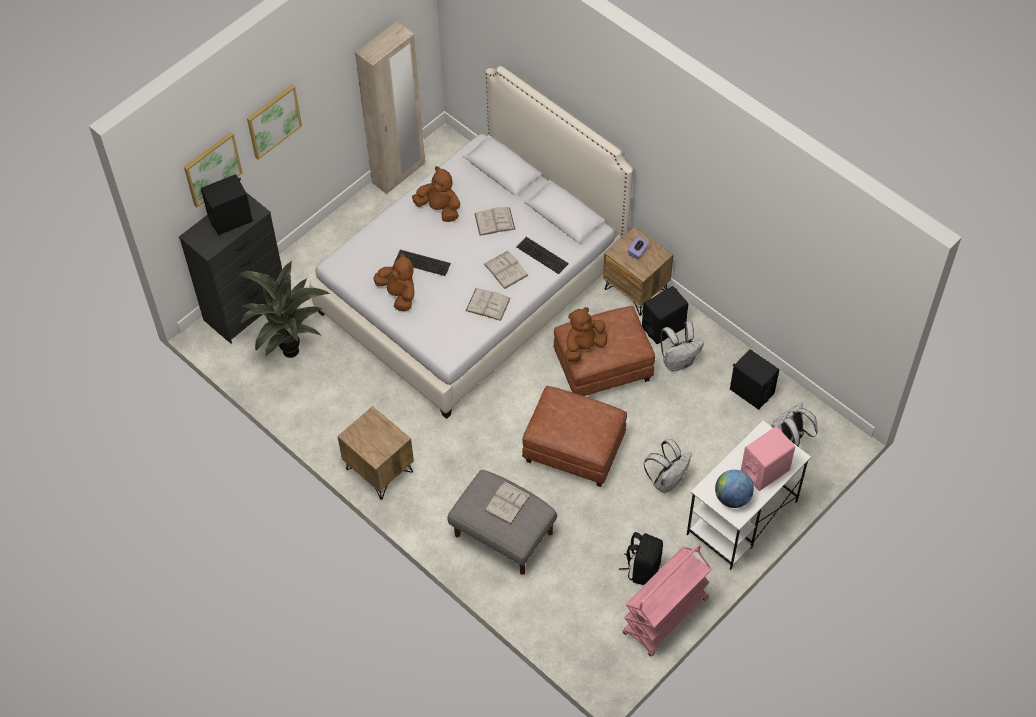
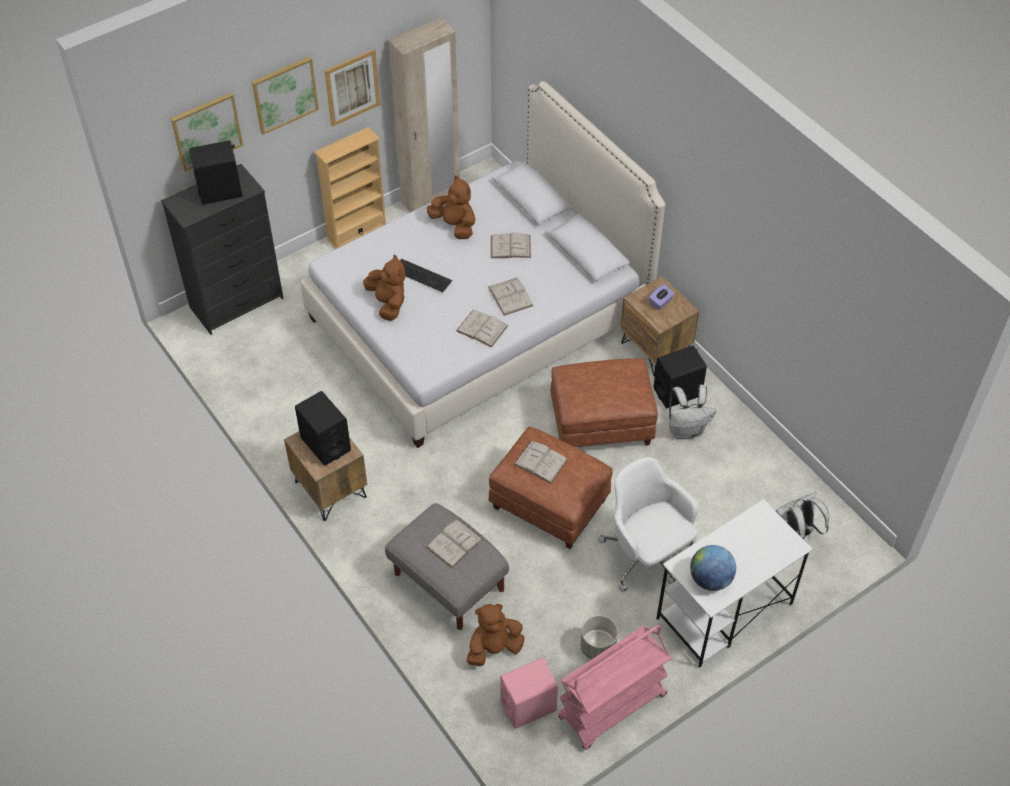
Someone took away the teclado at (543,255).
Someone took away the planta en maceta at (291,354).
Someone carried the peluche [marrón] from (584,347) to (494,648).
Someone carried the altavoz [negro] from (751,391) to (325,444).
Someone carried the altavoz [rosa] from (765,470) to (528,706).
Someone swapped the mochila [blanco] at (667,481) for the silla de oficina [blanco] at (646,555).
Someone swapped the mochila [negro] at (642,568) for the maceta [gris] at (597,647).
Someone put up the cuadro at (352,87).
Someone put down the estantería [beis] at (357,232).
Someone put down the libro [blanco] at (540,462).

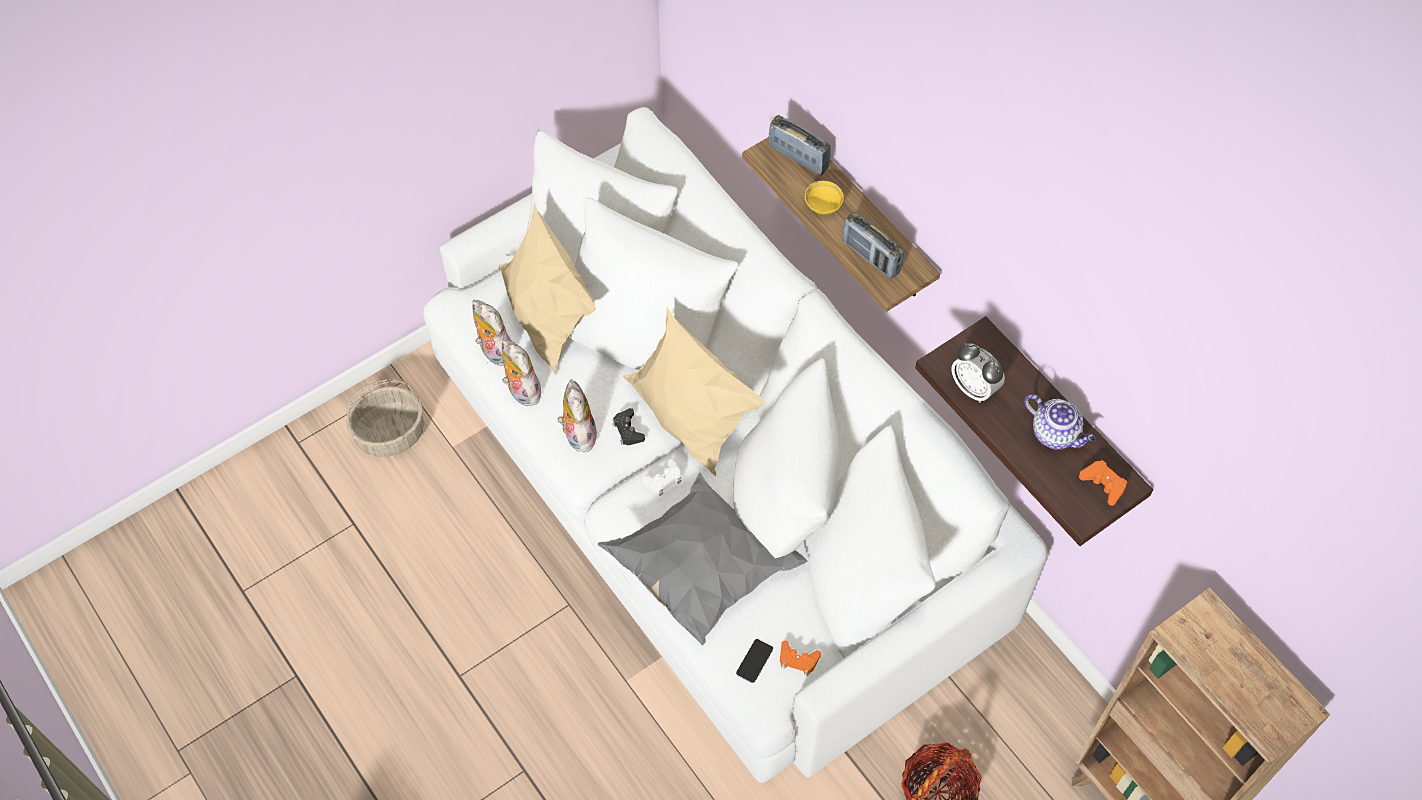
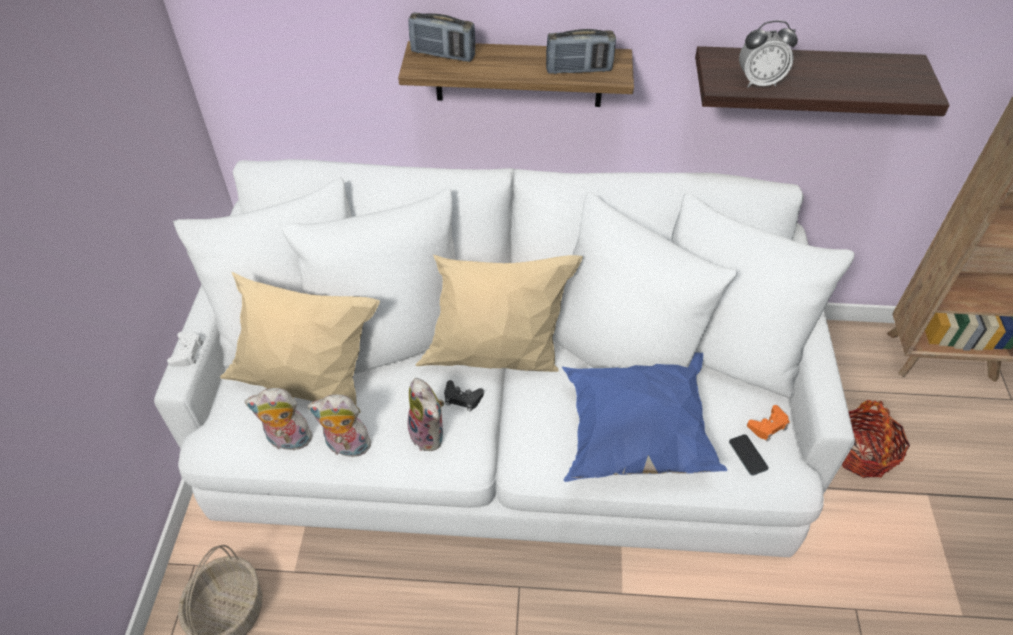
Someone rotated the radio at (798,157) by 150 degrees counterclockwise.
Someone took away the cuenco [amarillo] at (823,204).
Someone rotated the peluche at (578,434) by 150 degrees counterclockwise.
Someone took away the tetera at (1056,434).
Someone carried the mando de consola [blanco] from (663,480) to (187,352).
Someone took away the mando de consola [naranja] at (1103,484).
Someone repainted the cojín [gris] at (699,570), which became the cojín [azul] at (634,436).

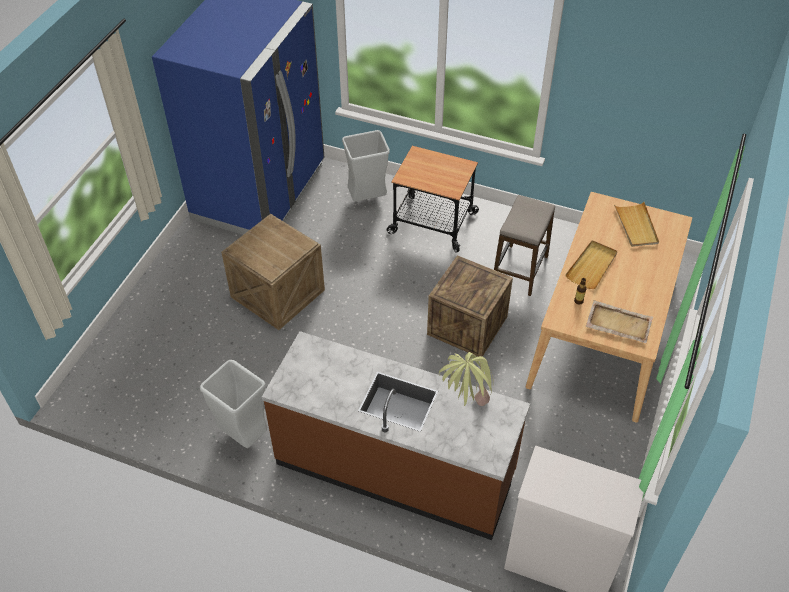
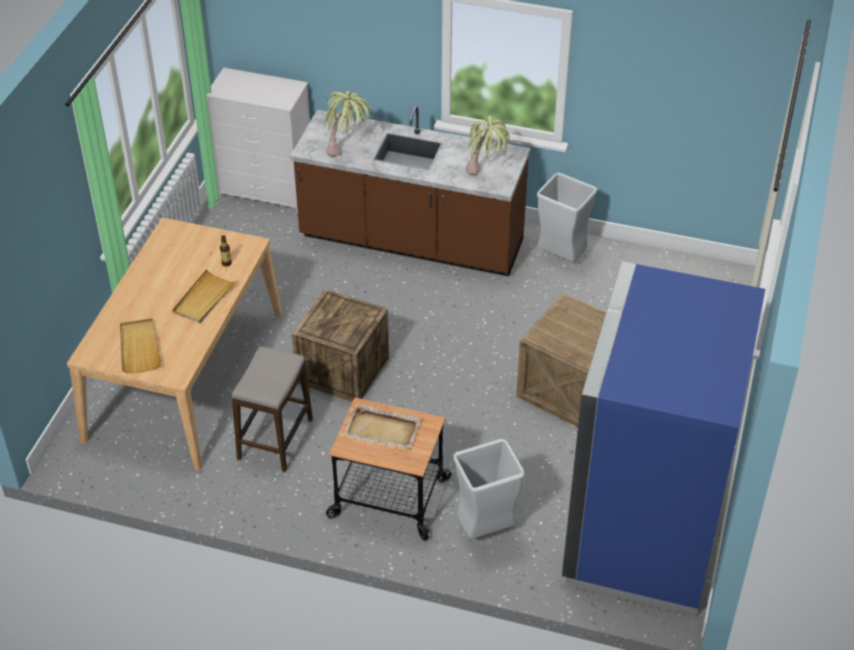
Someone carried the bandeja [beis] from (618,323) to (383,429).
Someone put down the planta en maceta at (487,177).

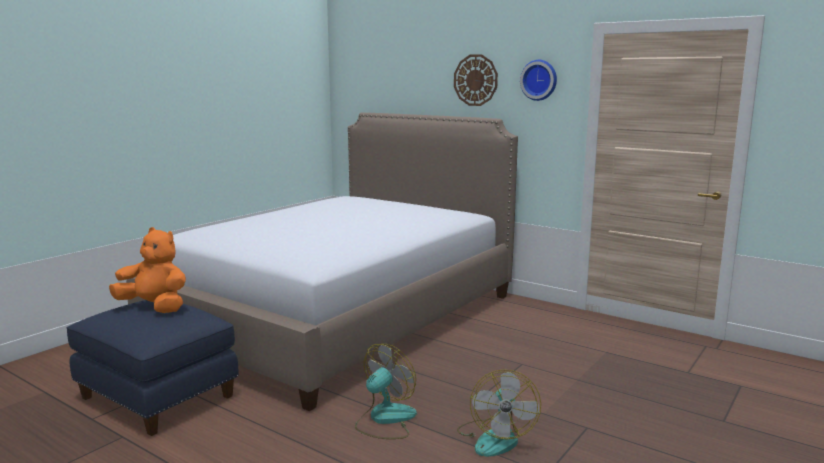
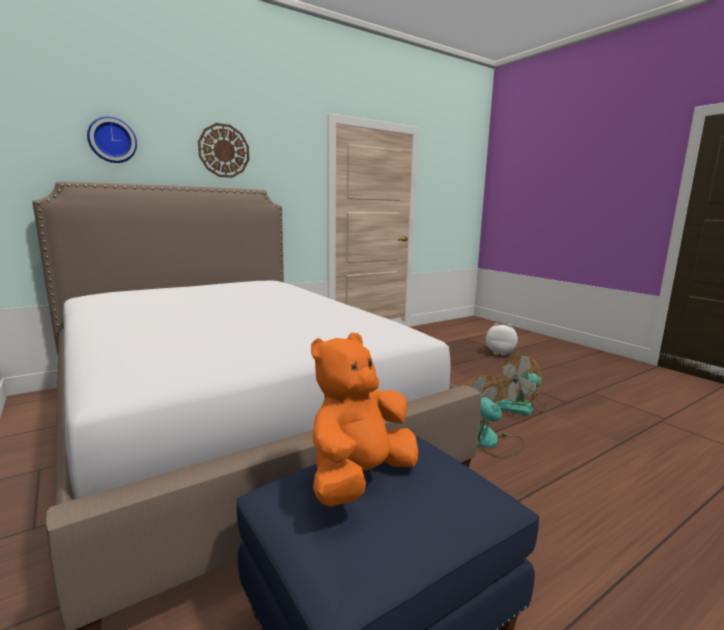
Someone carried the reloj de pared from (539,80) to (112,140).
Someone rotated the ventilador at (495,438) by 135 degrees clockwise.
Someone put down the peluche at (499,353).

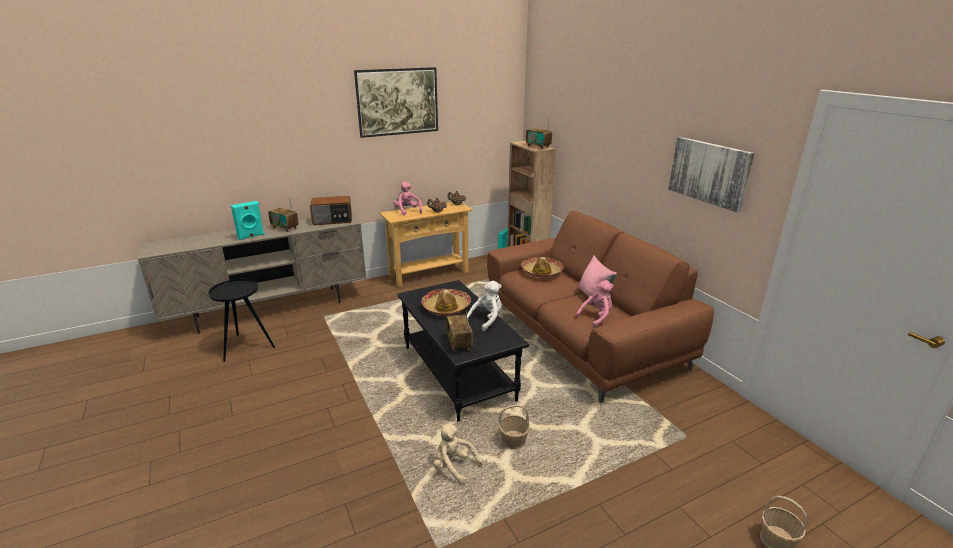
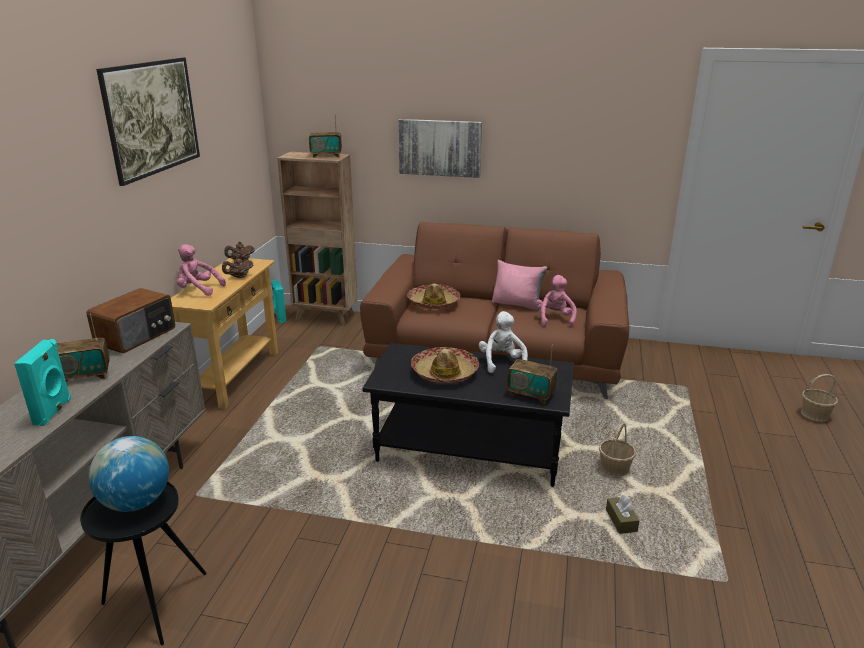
Someone carried the cuadro from (709,172) to (440,148).
Someone swapped the peluche [beis] at (454,467) for the caja de pañuelos [marrón] at (621,521).
Someone put down the globo terráqueo at (136,502).

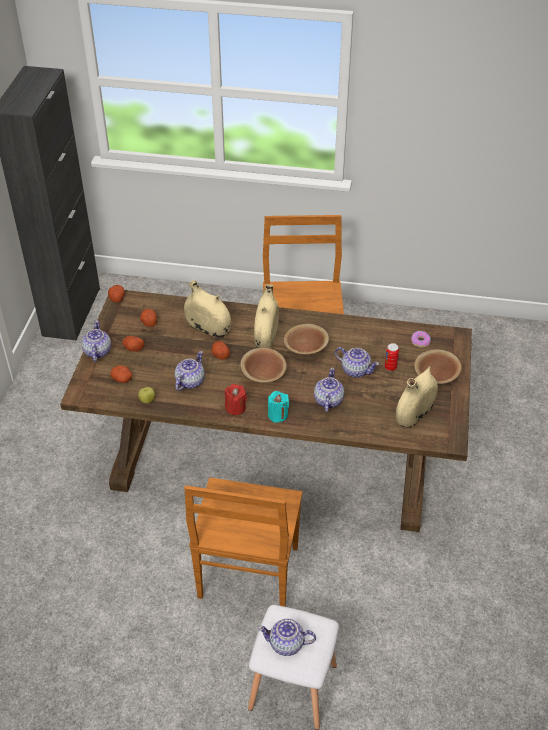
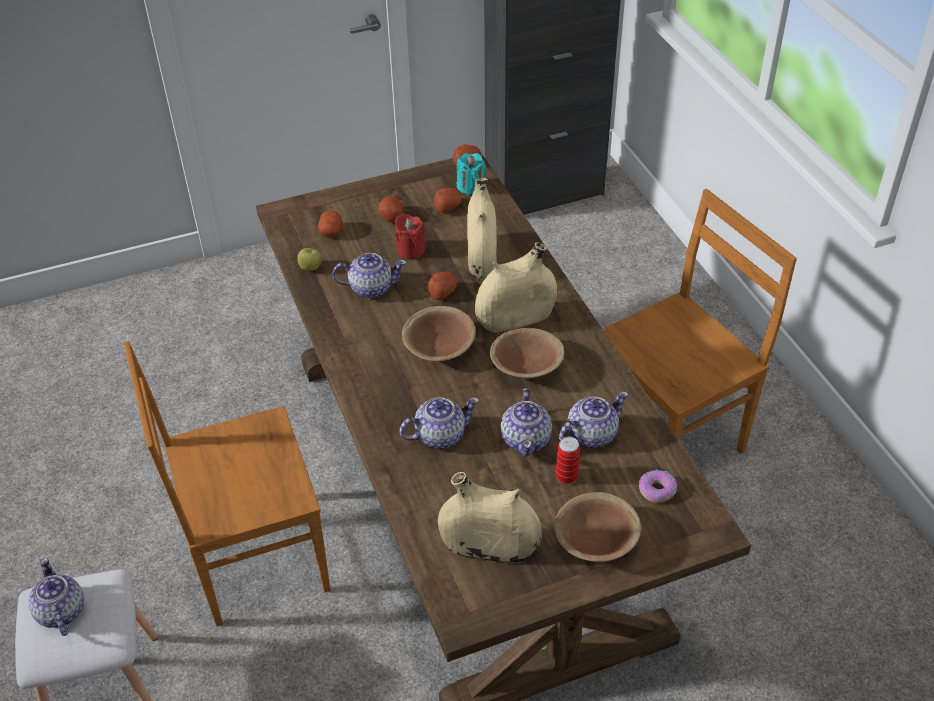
Someone carried the tetera from (97,352) to (591,435).
Someone carried the vela [rojo] from (235,408) to (410,250).
Someone carried the vela [turquesa] from (278,415) to (470,187).

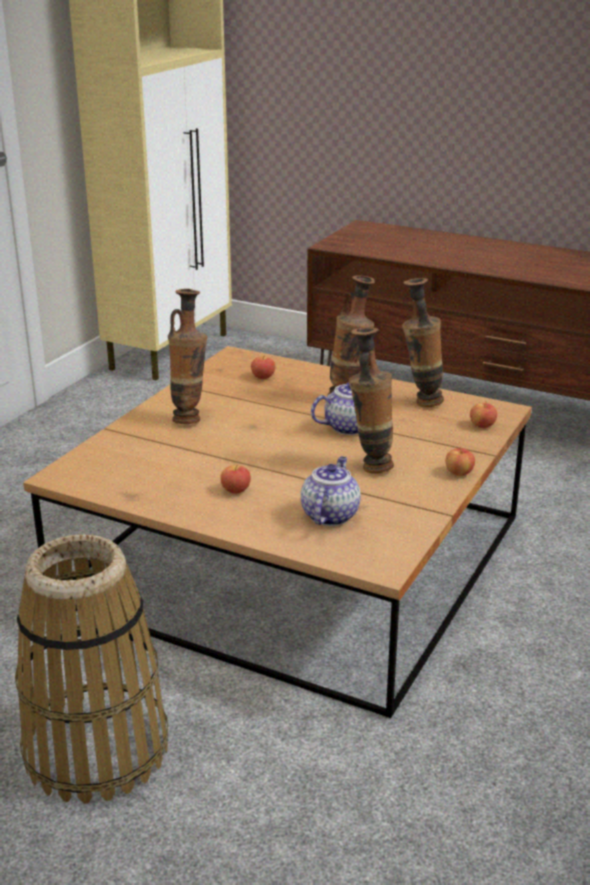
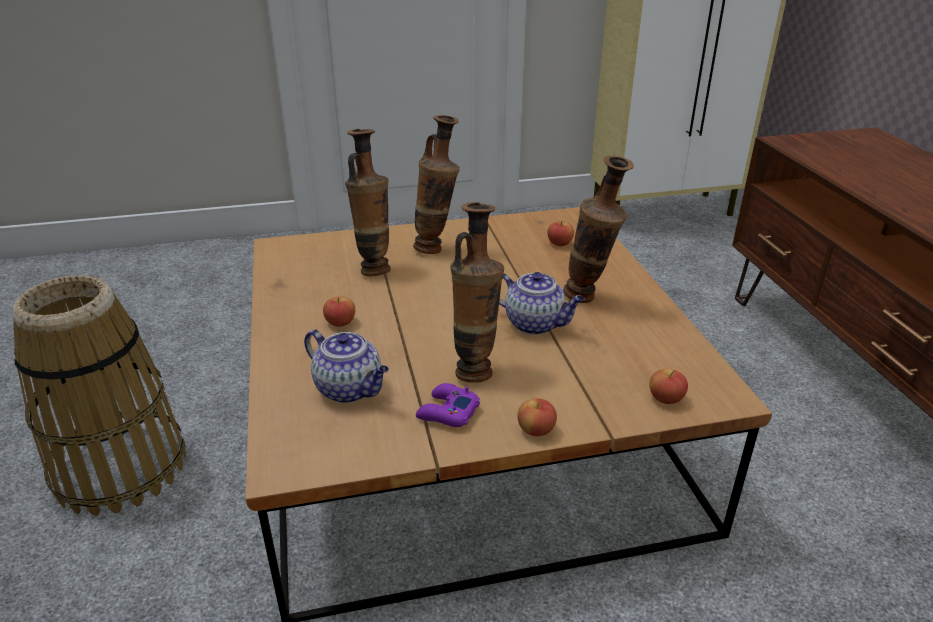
Someone carried the florero from (420,402) to (374,268).
Someone rotated the tetera at (329,515) by 60 degrees clockwise.
Someone put down the mando de consola [morado] at (447,412).

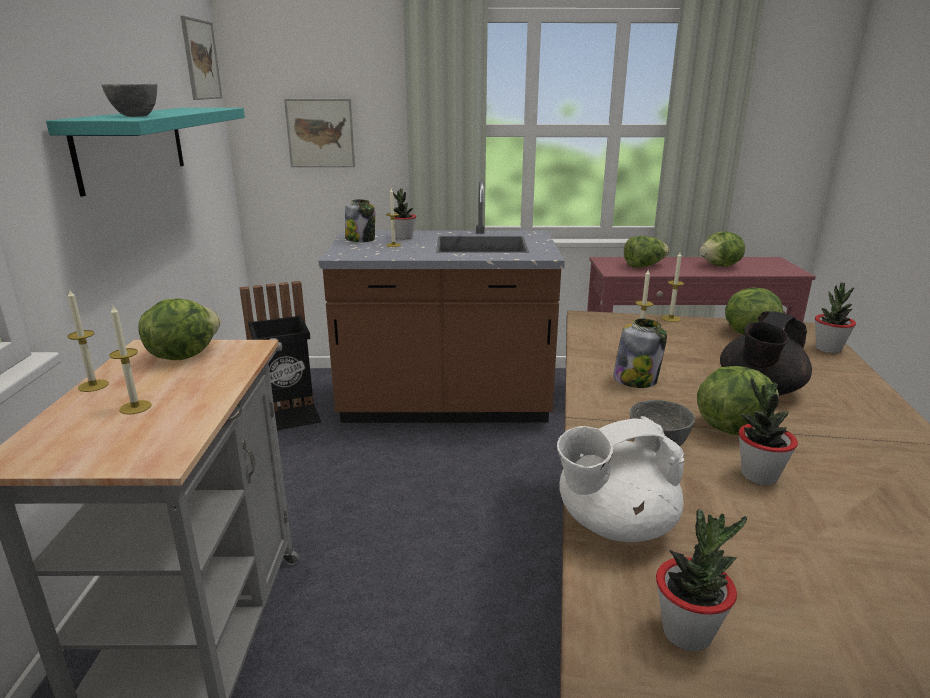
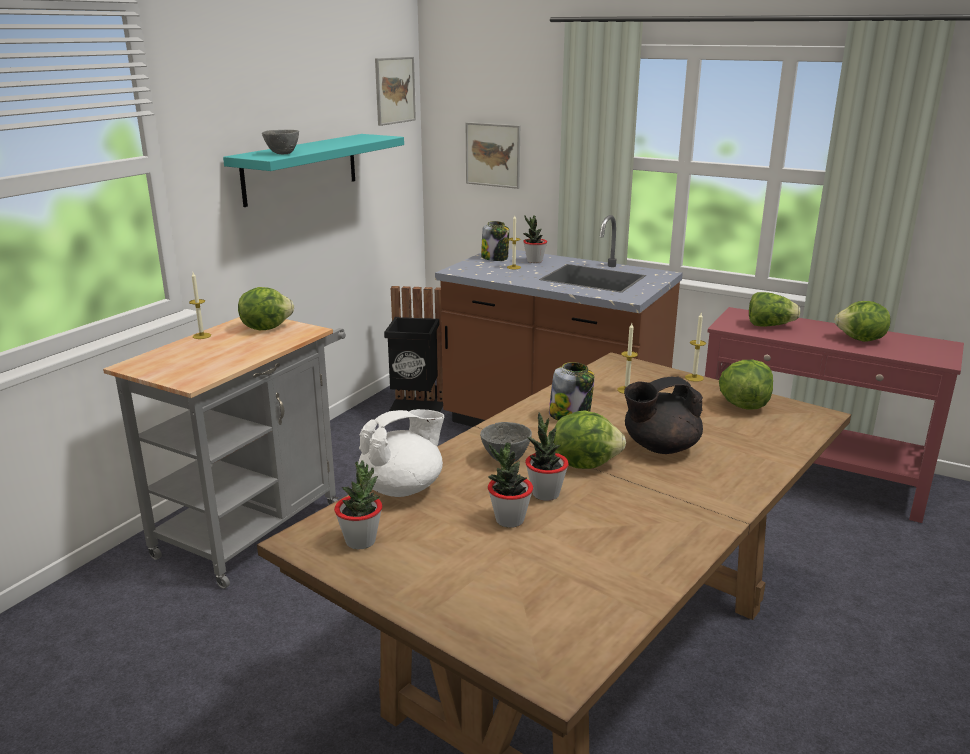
Someone carried the planta en maceta from (828,349) to (509,520).
Someone took away the vela at (135,407).
Someone rotated the tetera [blanco] at (613,525) by 135 degrees clockwise.

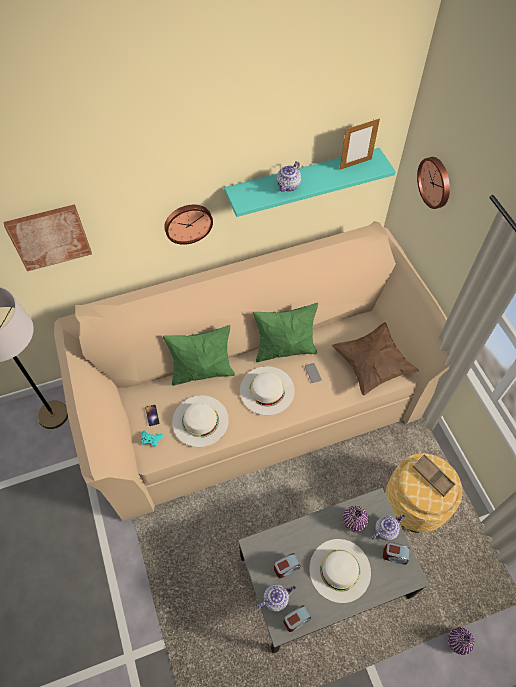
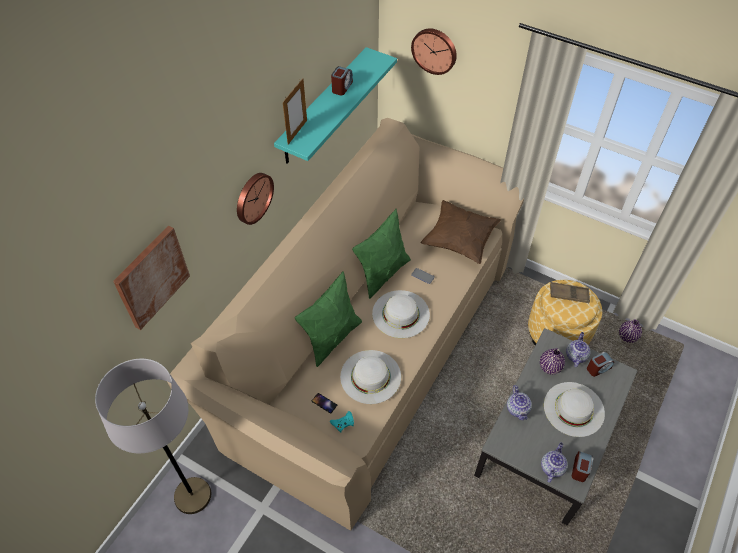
Someone carried the portarretratos from (355,164) to (297,132).
Someone carried the tetera from (288,186) to (518,409).
Someone carried the despertador from (286,567) to (342,87).
Someone carried the florero [morado] from (457,642) to (627,337).

